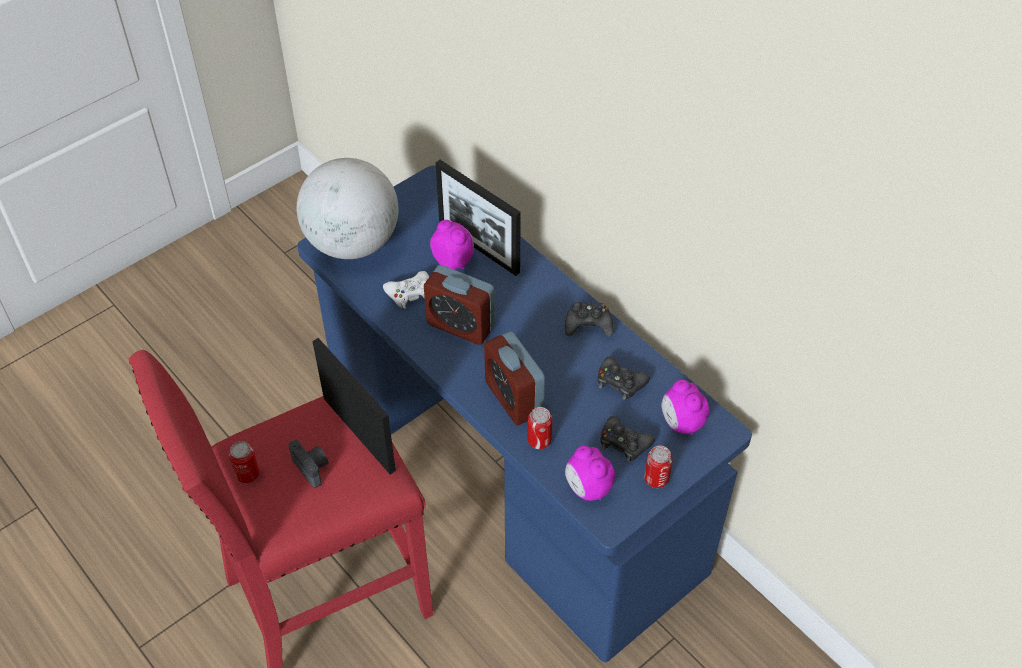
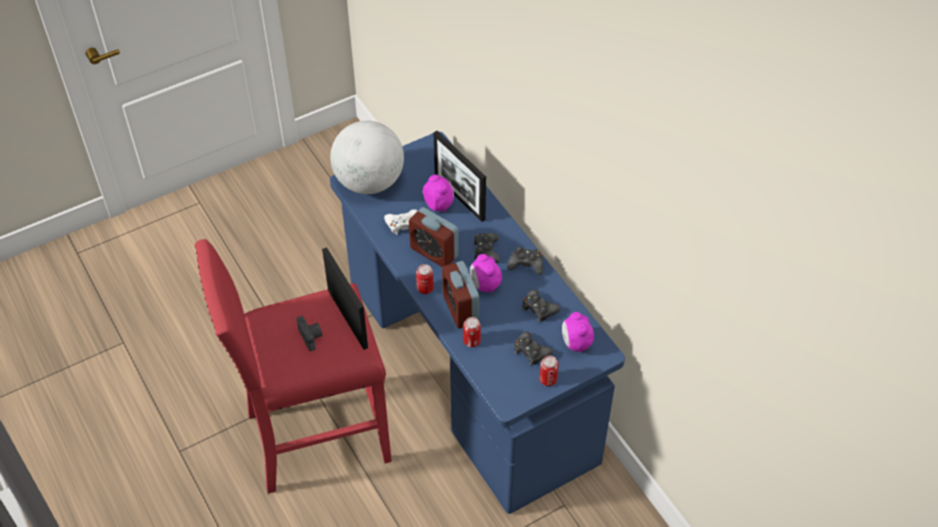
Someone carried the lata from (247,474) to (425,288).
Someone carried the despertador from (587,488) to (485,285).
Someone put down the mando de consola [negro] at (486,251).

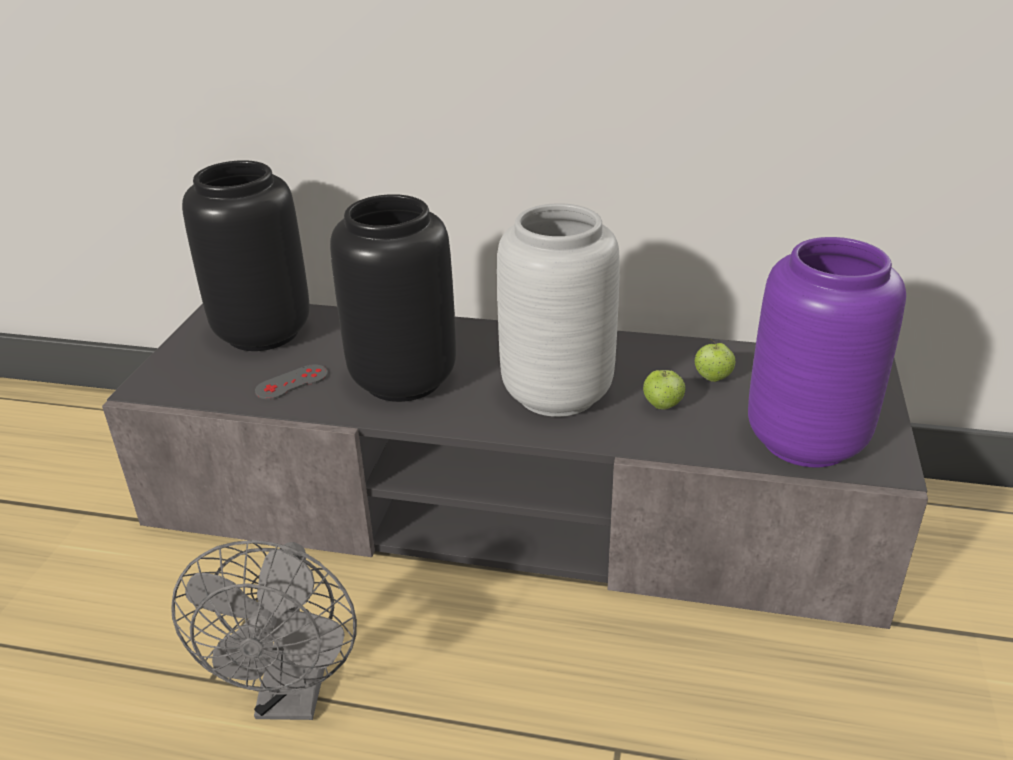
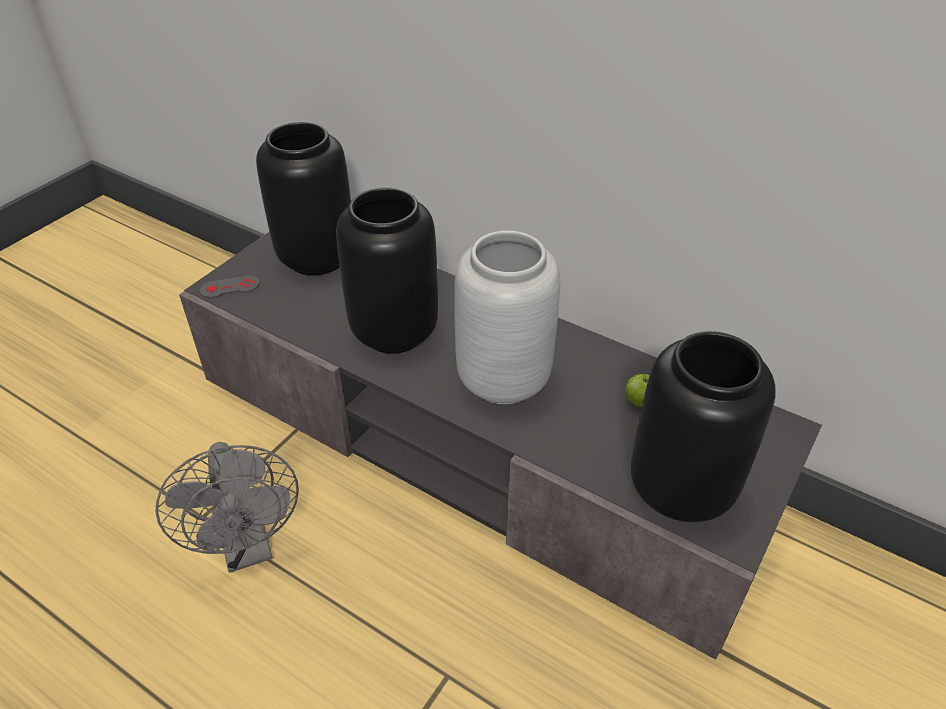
Someone repainted the florero [morado] at (803,440), which became the florero [negro] at (678,488).
Someone carried the mando de consola [gris] from (292,382) to (230,287).
Someone took away the manzana at (662,405).
Someone rotated the ventilador [gris] at (293,695) by 45 degrees counterclockwise.

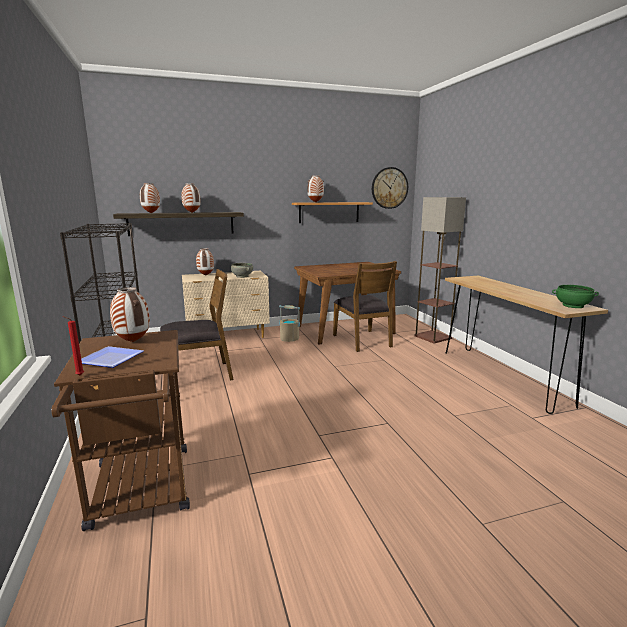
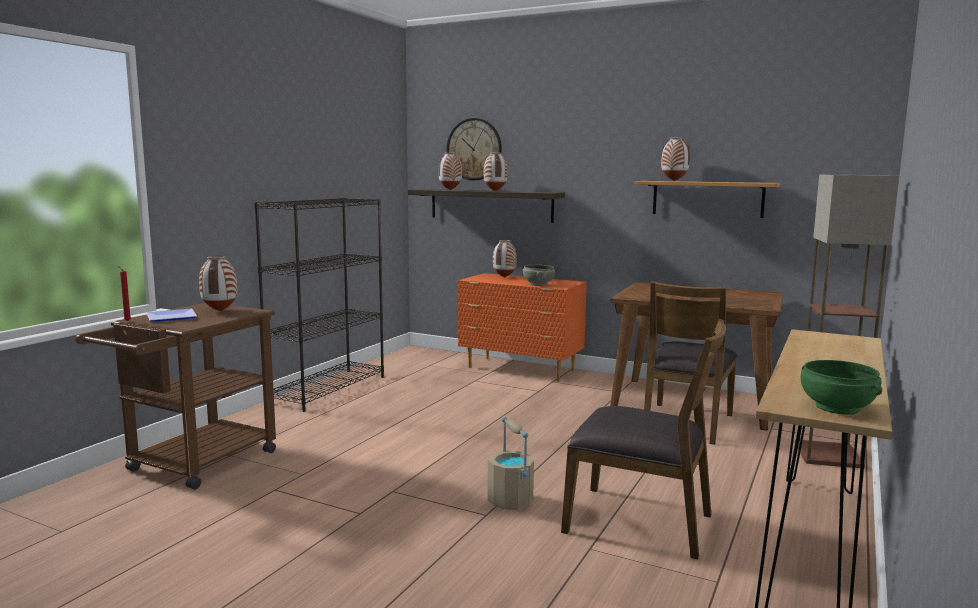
Someone carried the reloj de pared from (389,188) to (474,149).
Someone carried the silla [marrón] from (197,375) to (640,522).
Someone repainted the cómoda [beis] at (228,337), which became the cómoda [naranja] at (521,369).
Someone carried the cubo [beis] from (289,339) to (511,501).

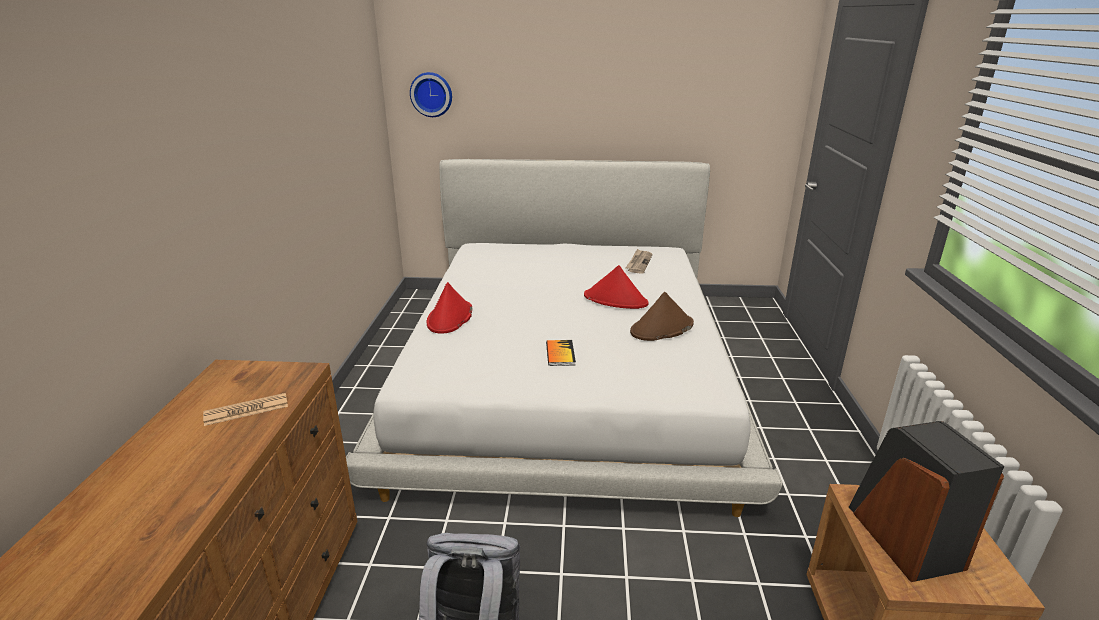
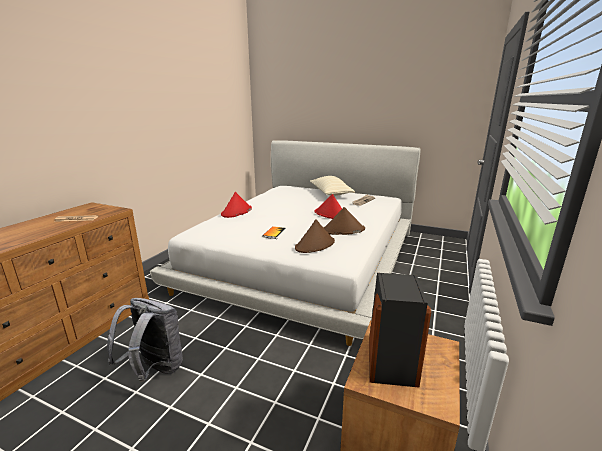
Someone took away the reloj de pared at (431,94).
Someone put down the cojín [beis] at (330,193).
Someone put down the sombrero [marrón] at (315,245).

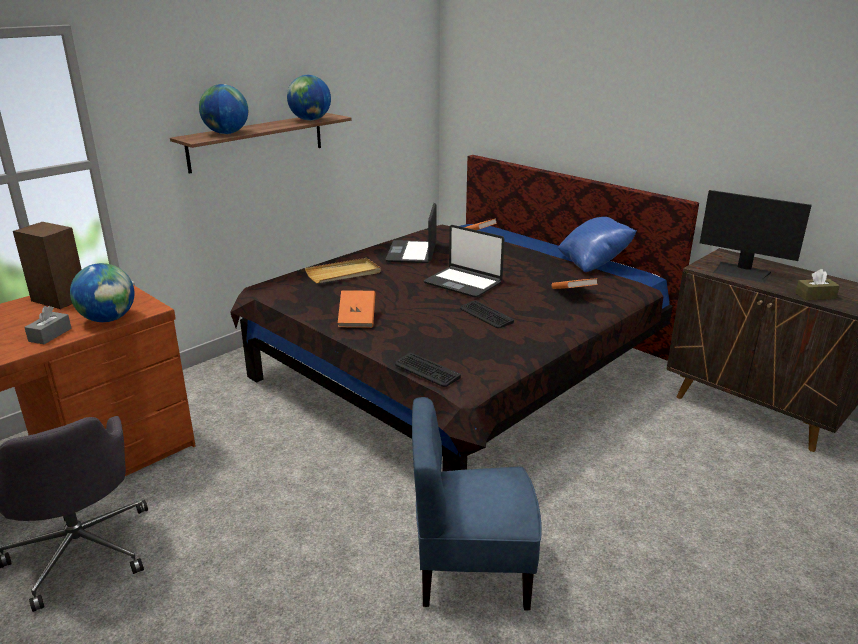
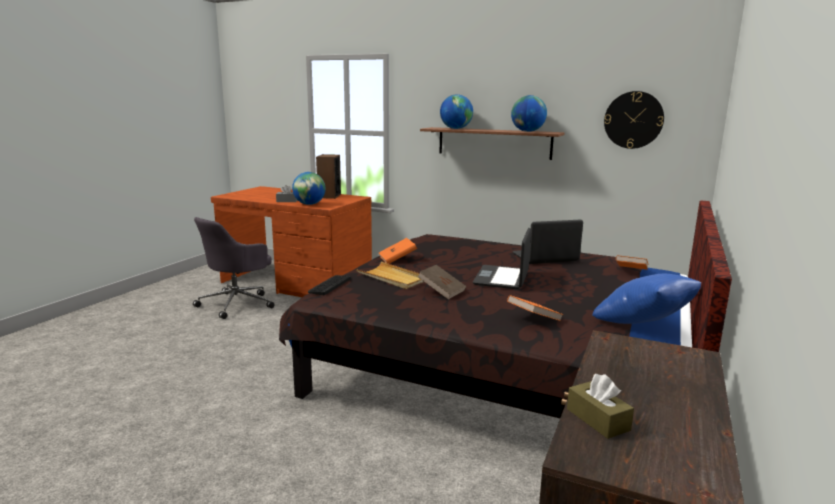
Someone took away the monitor at (742,272).
Someone carried the bandeja [beis] from (343,273) to (392,278).
Someone swapped the teclado at (486,315) for the libro [marrón] at (442,291).
Someone took away the silla [azul] at (471,571).
Someone put up the reloj de pared at (633,120).

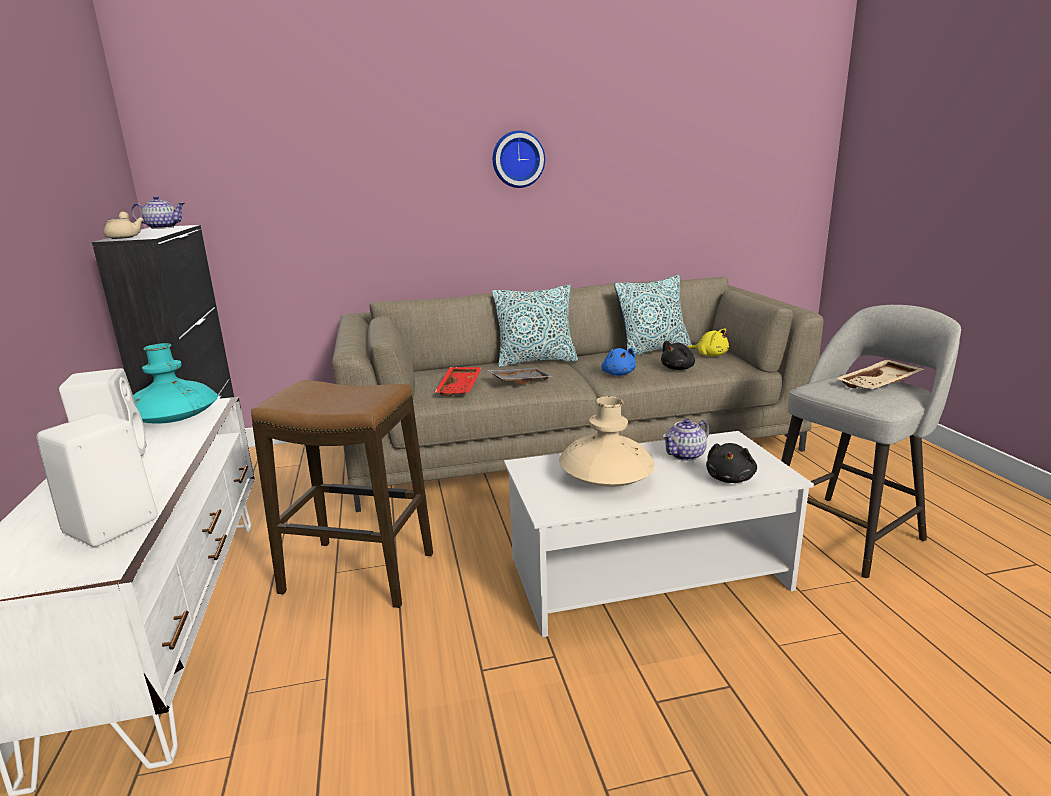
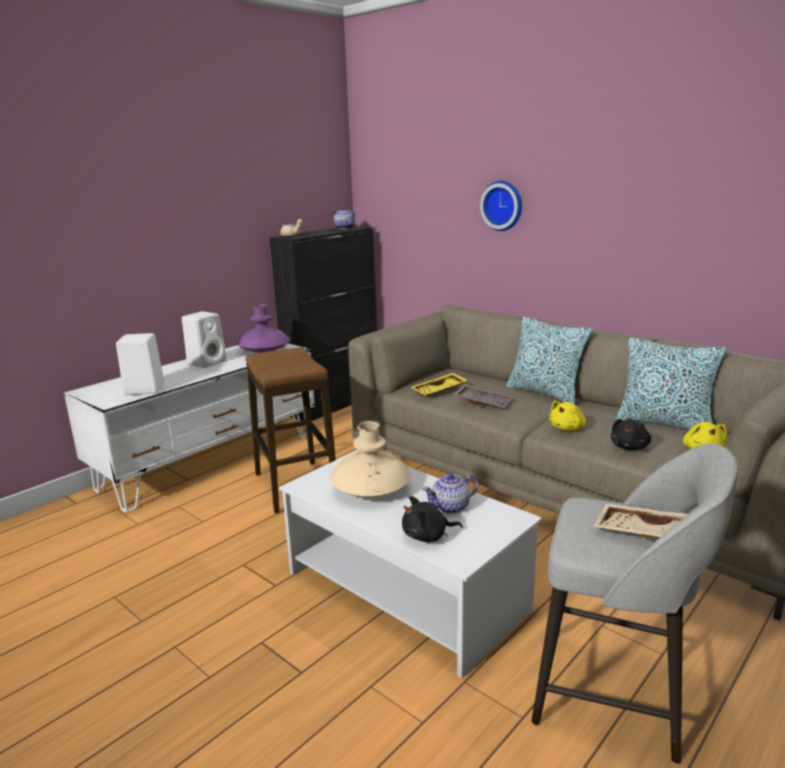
Someone carried the reloj de pared from (517,159) to (503,205).
Someone rotated the peluche [negro] at (678,368) by 75 degrees counterclockwise.
Someone repainted the florero [turquesa] at (174,419), which became the florero [morado] at (264,351).
Someone repainted the peluche [azul] at (618,374), which became the peluche [amarillo] at (568,428).
Someone repainted the bandeja [rojo] at (460,388), which became the bandeja [amarillo] at (439,391).
Someone rotated the tetera at (685,455) by 45 degrees counterclockwise.

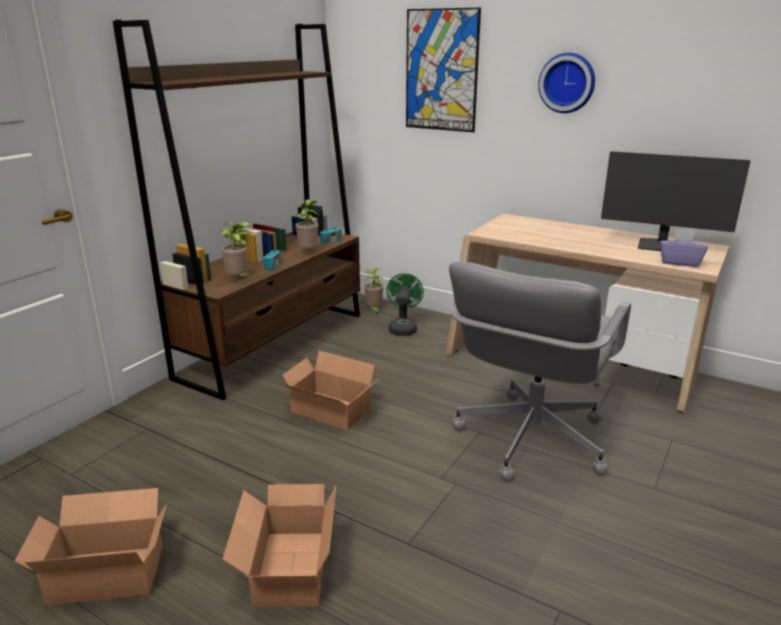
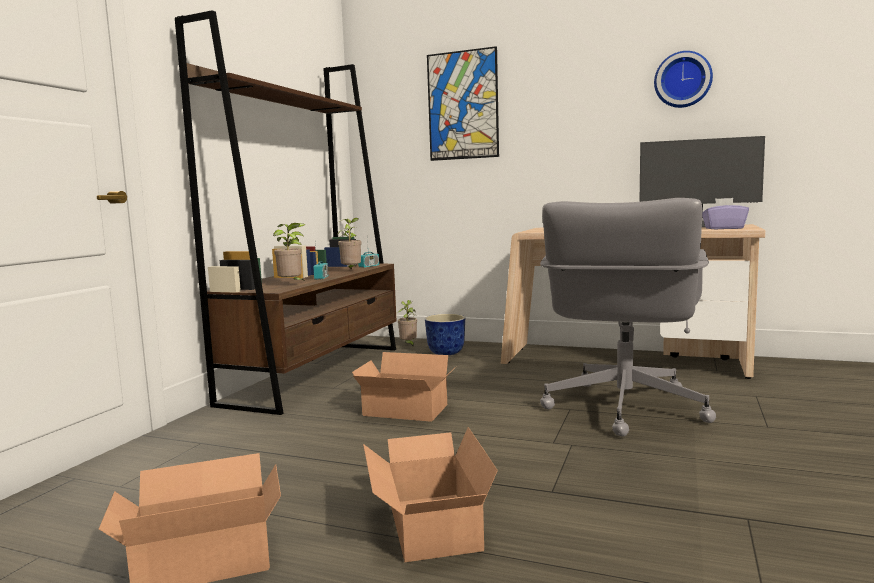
Someone carried the reloj de pared from (567,83) to (682,80).
Someone swapped the ventilador [verde] at (403,328) for the maceta at (445,353).

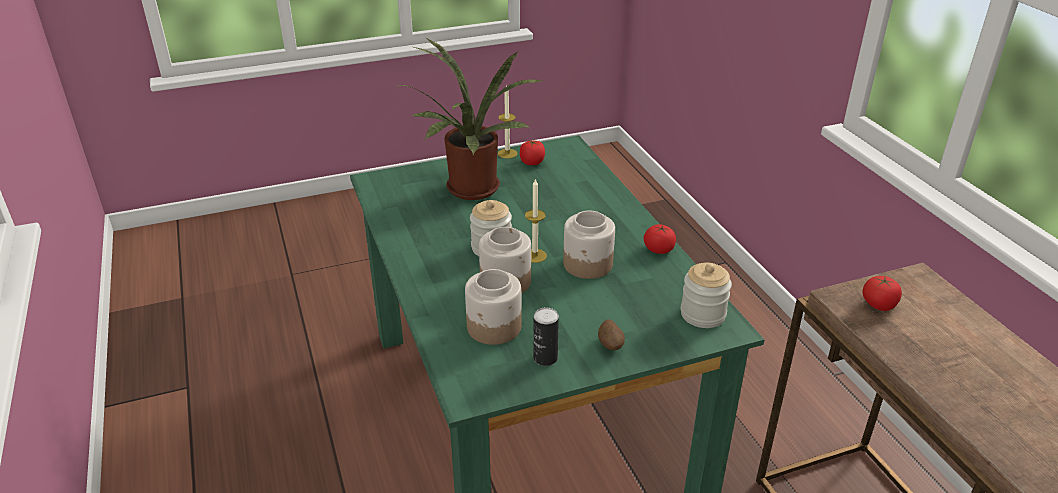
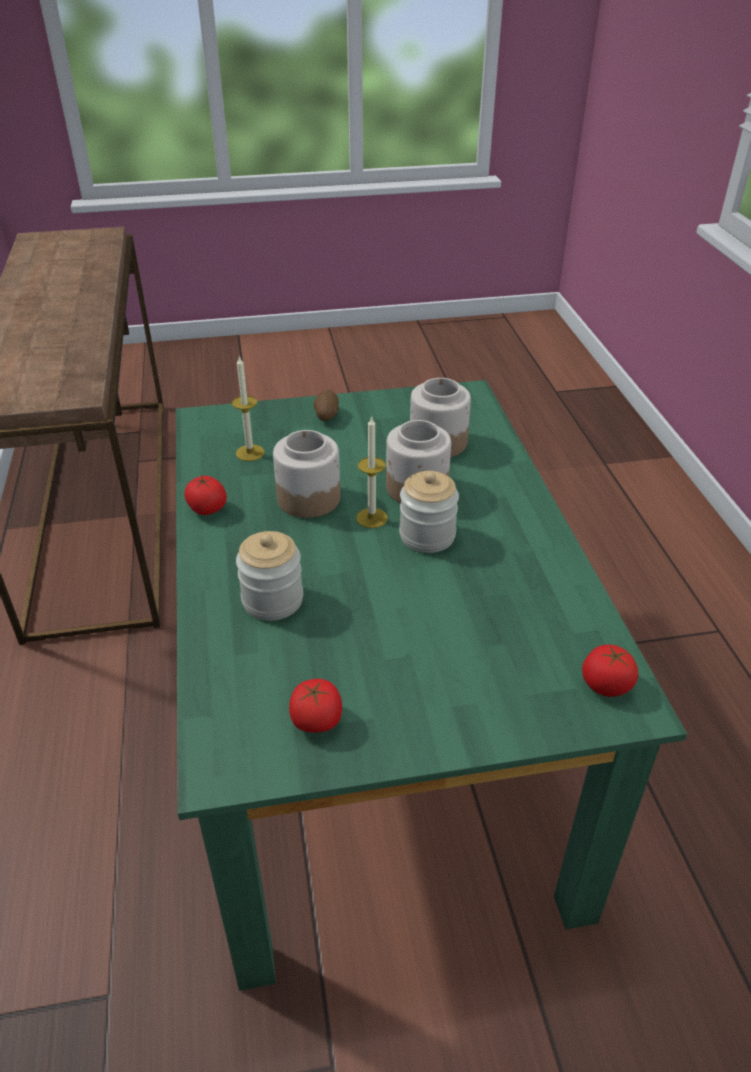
Someone took away the planta en maceta at (470,191).
Someone carried the vela from (507,153) to (250,453).
Someone carried the tarro from (703,314) to (272,600).
Someone carried the tomate from (878,304) to (606,685).
Someone took away the lata at (545,358).

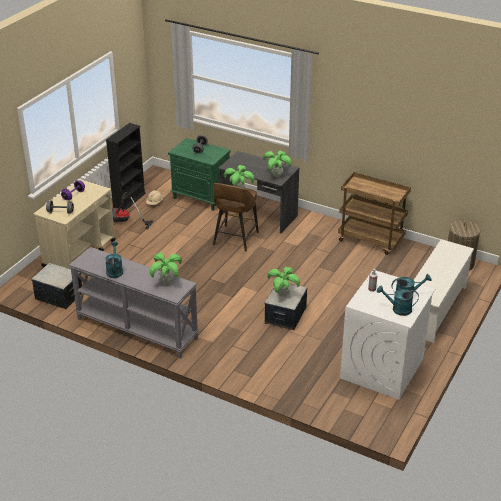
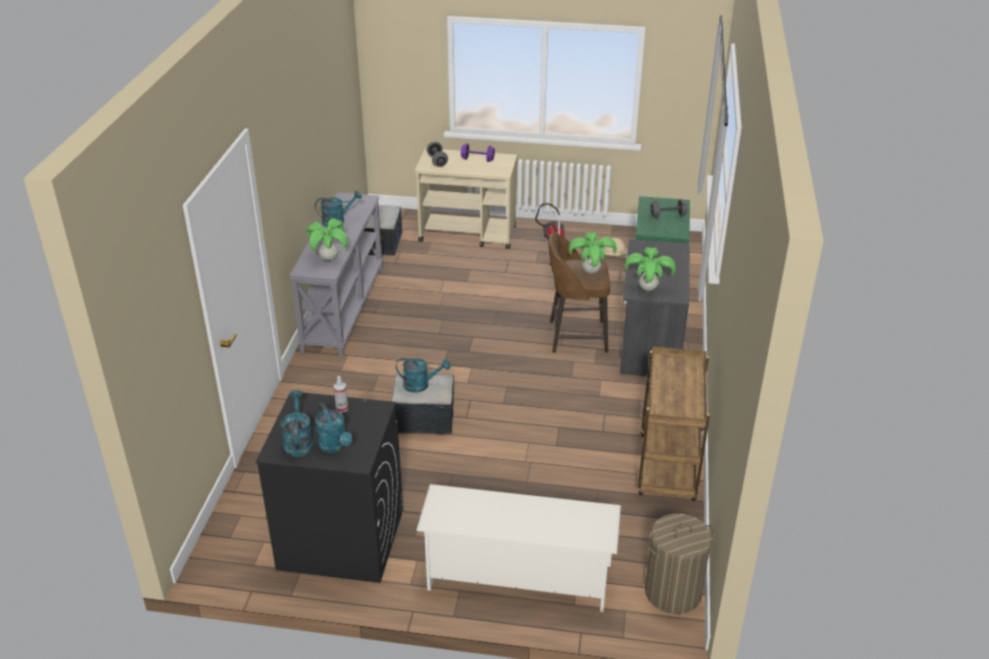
Someone took away the estantería [negro] at (129,200).
Someone swapped the planta en maceta at (282,294) for the regadera [turquesa] at (421,385).
Someone repainted the lavadora [blanco] at (382,369), which became the lavadora [negro] at (340,539).

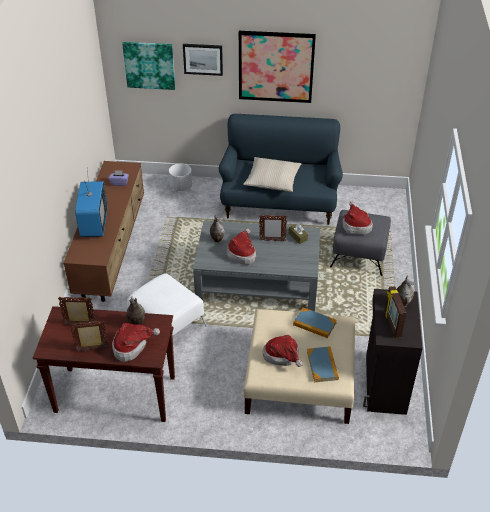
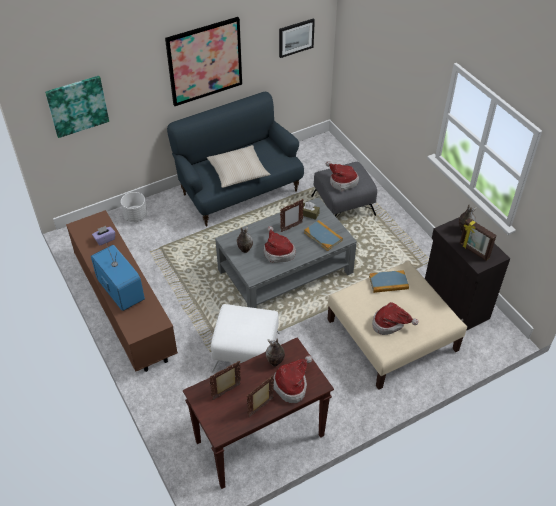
Someone carried the cuadro from (203,59) to (296,37).
Someone carried the libro from (322,365) to (323,236).

